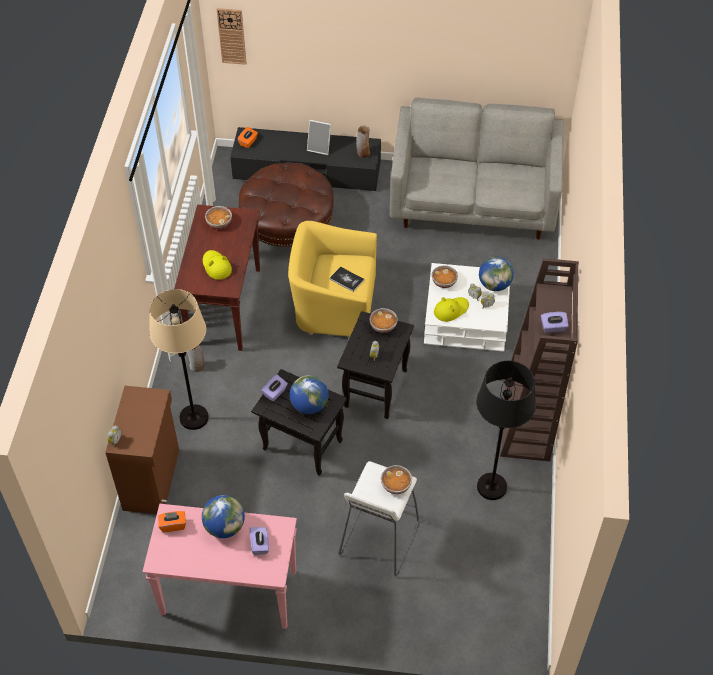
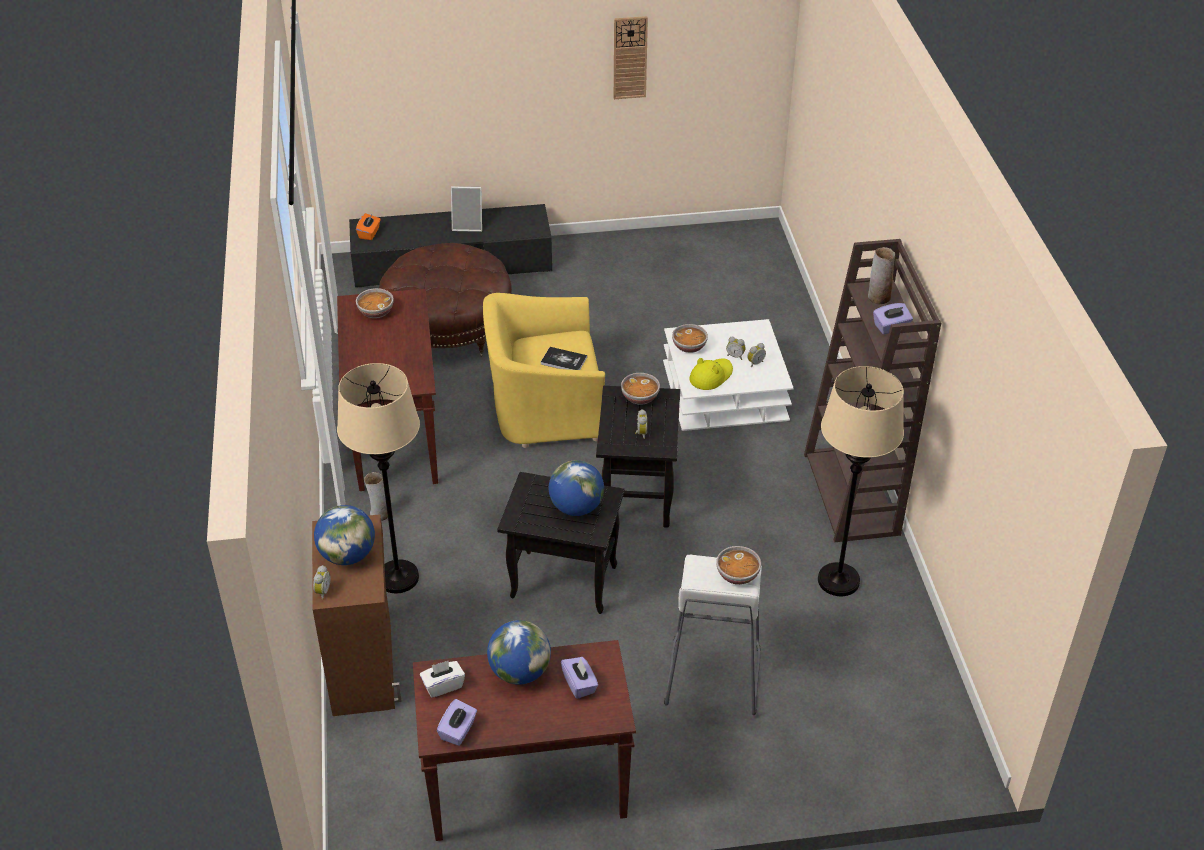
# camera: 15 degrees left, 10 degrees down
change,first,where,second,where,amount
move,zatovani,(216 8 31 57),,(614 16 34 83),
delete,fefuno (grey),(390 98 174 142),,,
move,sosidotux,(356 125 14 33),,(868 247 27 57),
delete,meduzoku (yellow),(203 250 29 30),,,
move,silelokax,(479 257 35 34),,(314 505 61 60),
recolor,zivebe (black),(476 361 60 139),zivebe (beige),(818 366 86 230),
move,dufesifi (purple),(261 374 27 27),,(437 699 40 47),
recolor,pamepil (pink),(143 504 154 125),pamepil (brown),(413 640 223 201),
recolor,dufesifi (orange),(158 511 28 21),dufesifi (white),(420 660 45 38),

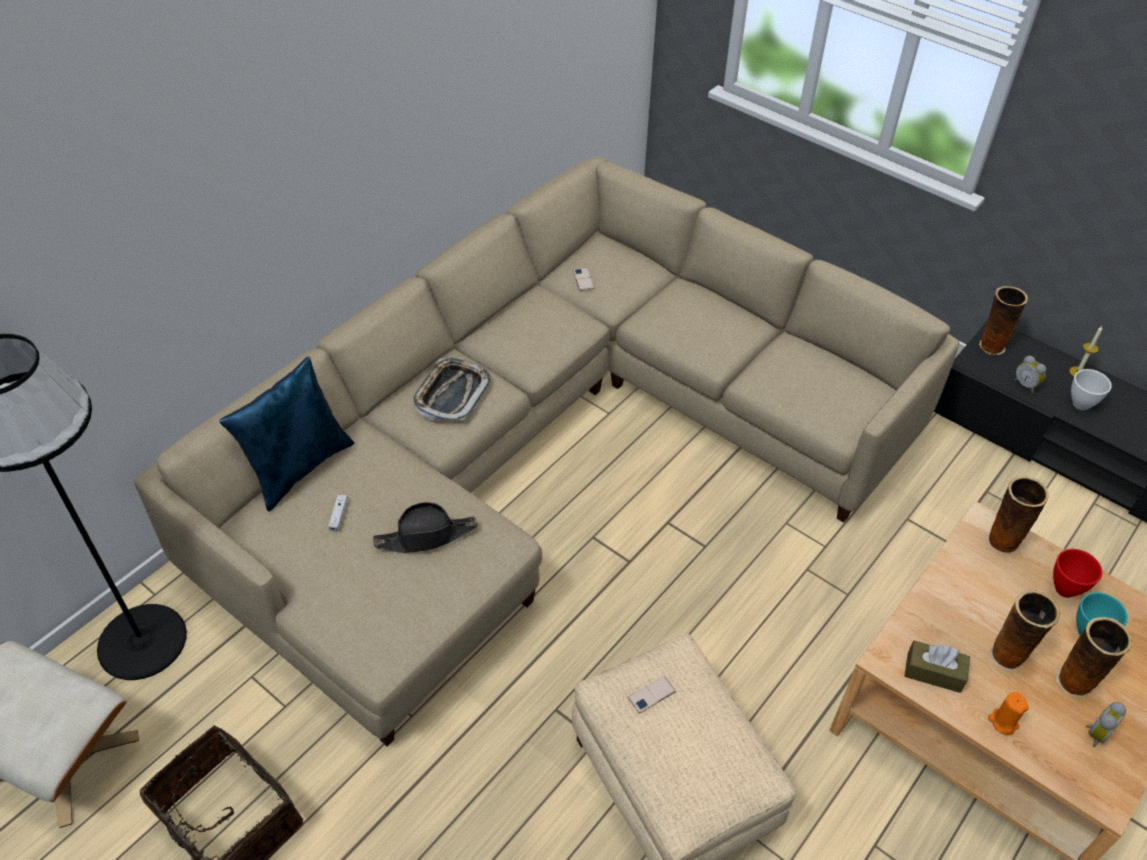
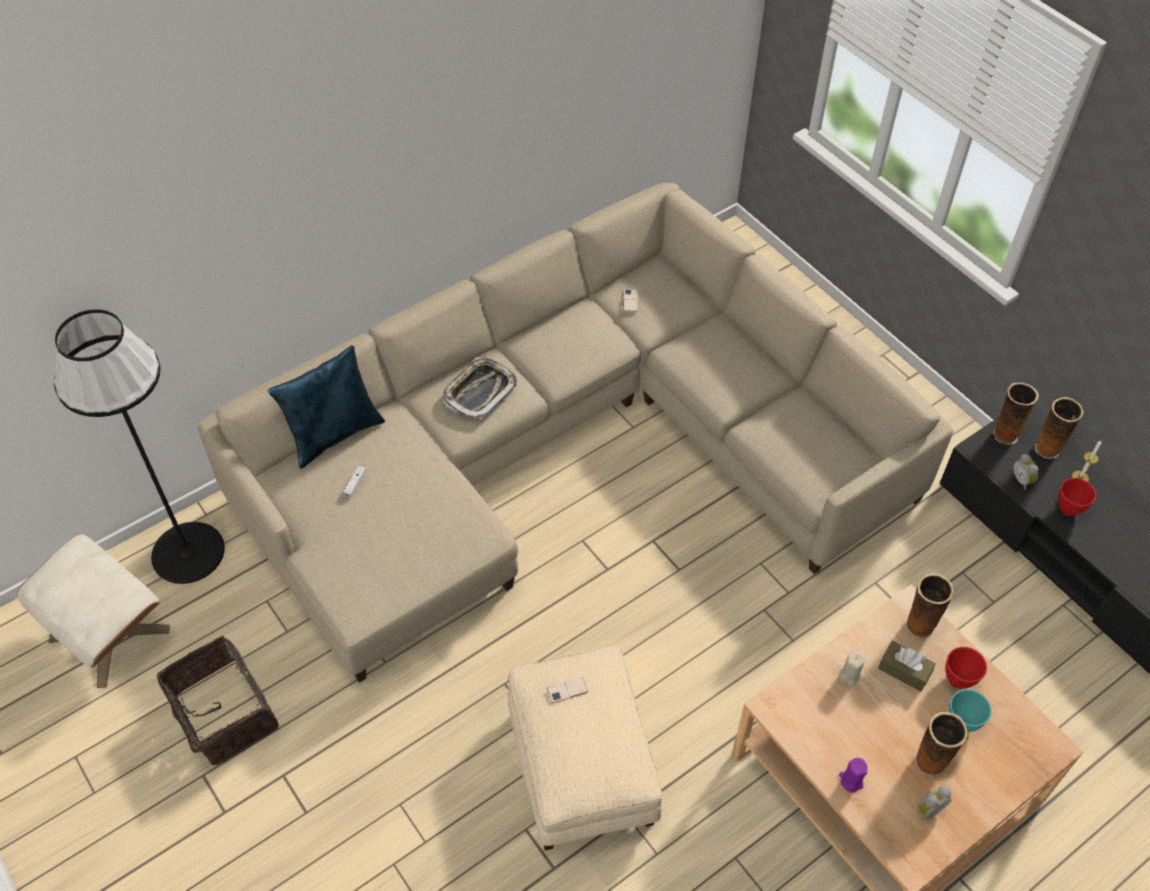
# camera: 15 degrees right, 5 degrees up
change,first,where,second,where,amount
recolor,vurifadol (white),(1071 369 41 41),vurifadol (red),(1058 478 38 38),
delete,meduzoku (black),(373 502 105 51),,,
move,sosidotux,(990 590 70 81),,(1034 397 50 62),
move,dufesifi (brown),(905 640 65 53),,(878 641 58 50),
recolor,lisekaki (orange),(988 692 41 43),lisekaki (purple),(839 758 28 35),
insert,,,lisekaki (beige),(839 651 26 34),

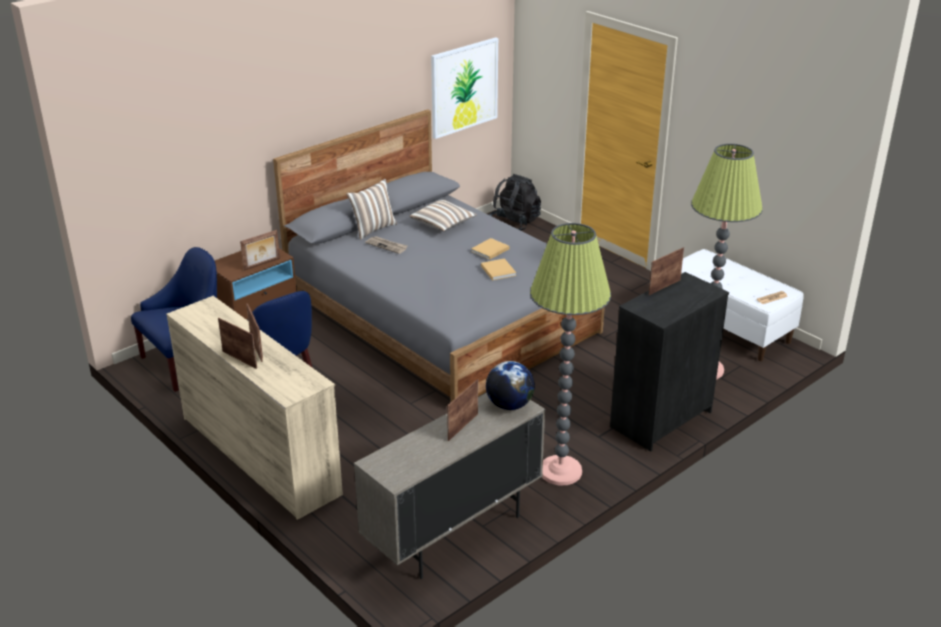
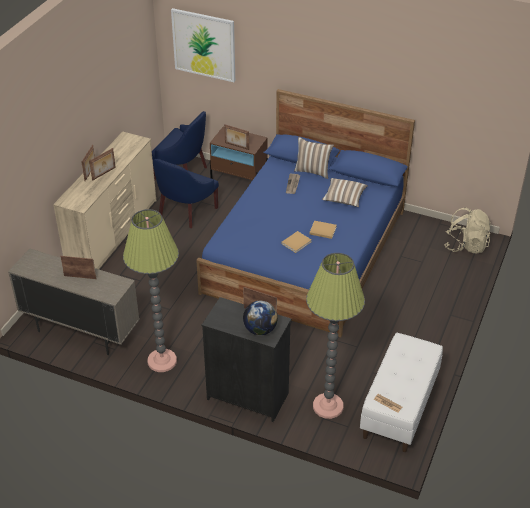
# camera: 65 degrees right, 10 degrees up
change,first,where,second,where,amount
move,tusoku,(431 37 67 102),,(171 8 64 74),
recolor,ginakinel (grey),(273 109 332 293),ginakinel (blue),(196 89 219 249),
recolor,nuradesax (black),(489 174 52 57),nuradesax (beige),(444 207 47 47),
move,silelokax,(486 361 49 49),,(243 301 35 34),

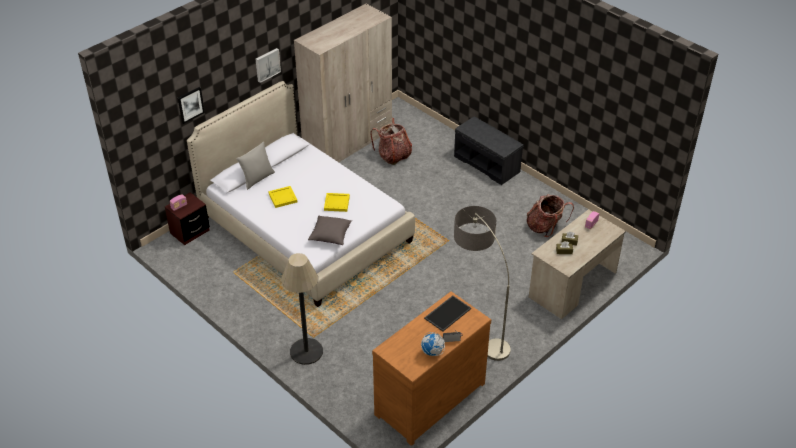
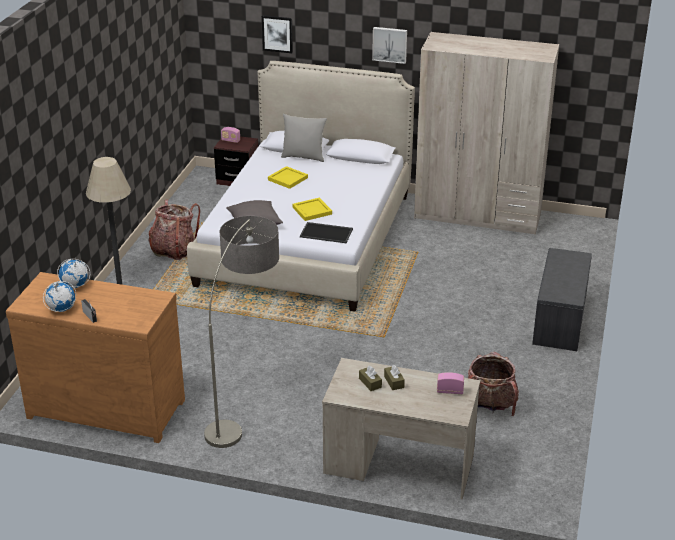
# camera: 60 degrees right, 10 degrees down
change,first,where,second,where,amount
move,nuradesax,(371 118 41 47),,(148 200 52 60),
move,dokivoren,(424 295 47 37),,(300 222 53 21),
insert,,,silelokax,(57 259 33 30),

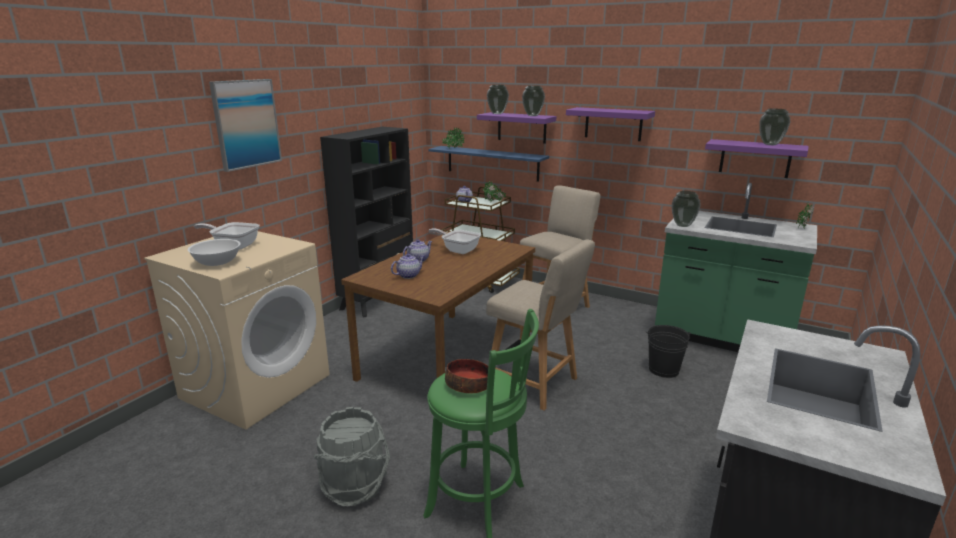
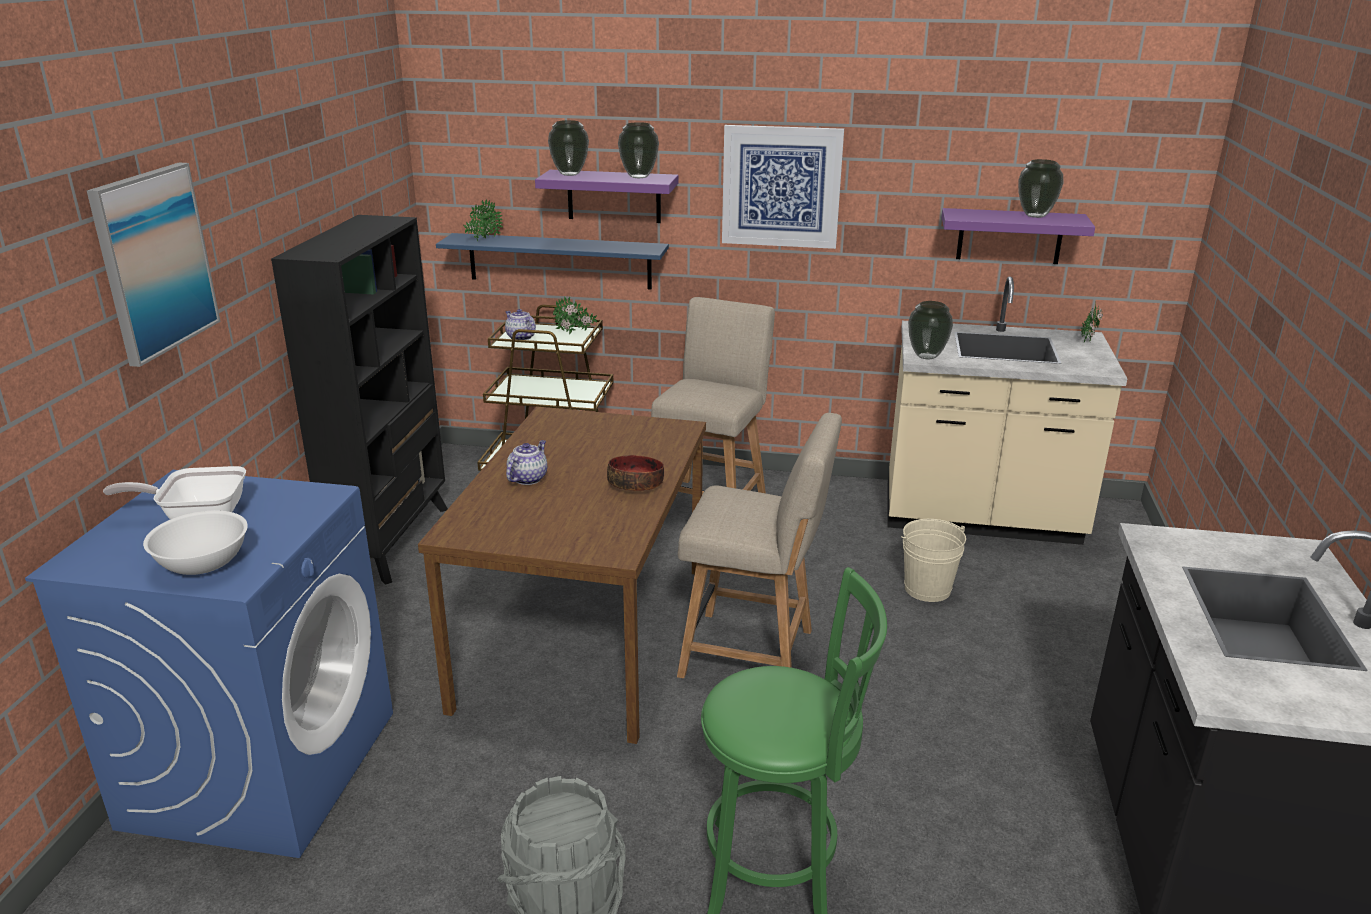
# camera: 20 degrees left, 5 degrees up
change,first,where,second,where,amount
replace,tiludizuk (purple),(566 107 89 34),tusoku,(722 125 122 124),
recolor,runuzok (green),(655 183 162 169),runuzok (beige),(888 276 240 269),
delete,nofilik,(428 228 53 26),,,
recolor,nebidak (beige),(144 231 186 199),nebidak (blue),(25 470 368 388),
delete,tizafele,(391 254 33 25),,,
recolor,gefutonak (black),(646 325 45 53),gefutonak (beige),(901 519 65 83),
move,vurifadol,(445 359 43 34),,(607 455 57 36),

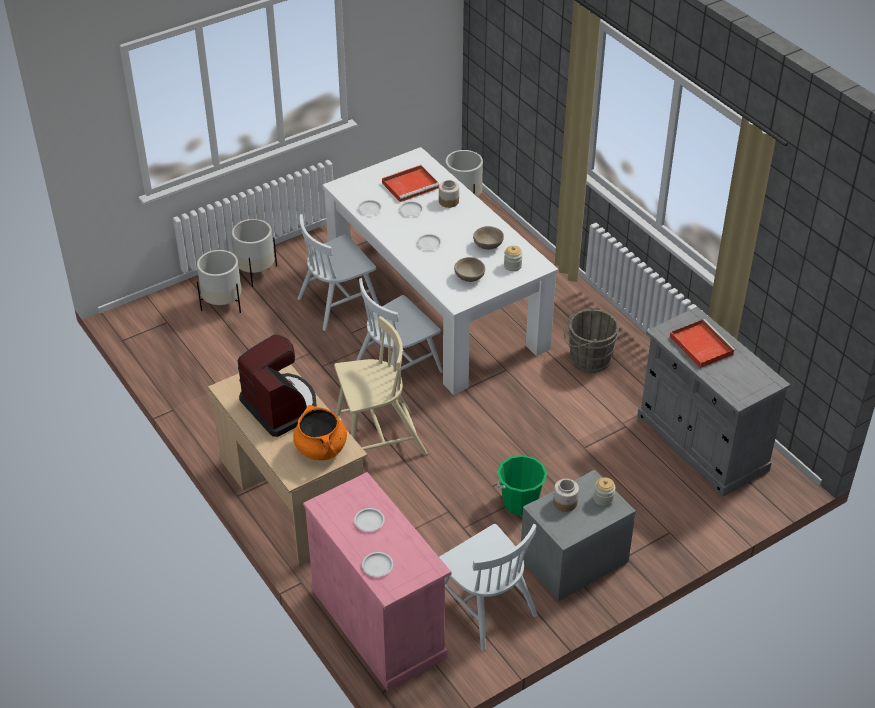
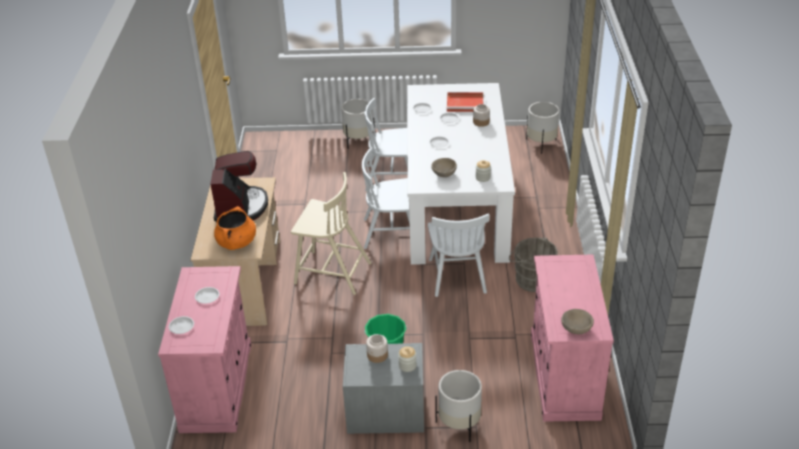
# camera: 35 degrees right, 5 degrees down
change,first,where,second,where,amount
move,vurifadol (beige),(473 226 31 24),,(561 309 33 25),
move,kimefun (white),(197 250 45 63),,(435 370 47 72),
recolor,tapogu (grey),(637 307 154 190),tapogu (pink),(531 255 83 167),
delete,dokivoren (red),(670 319 66 49),,,
move,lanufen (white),(439 524 99 127),,(428 213 62 84),

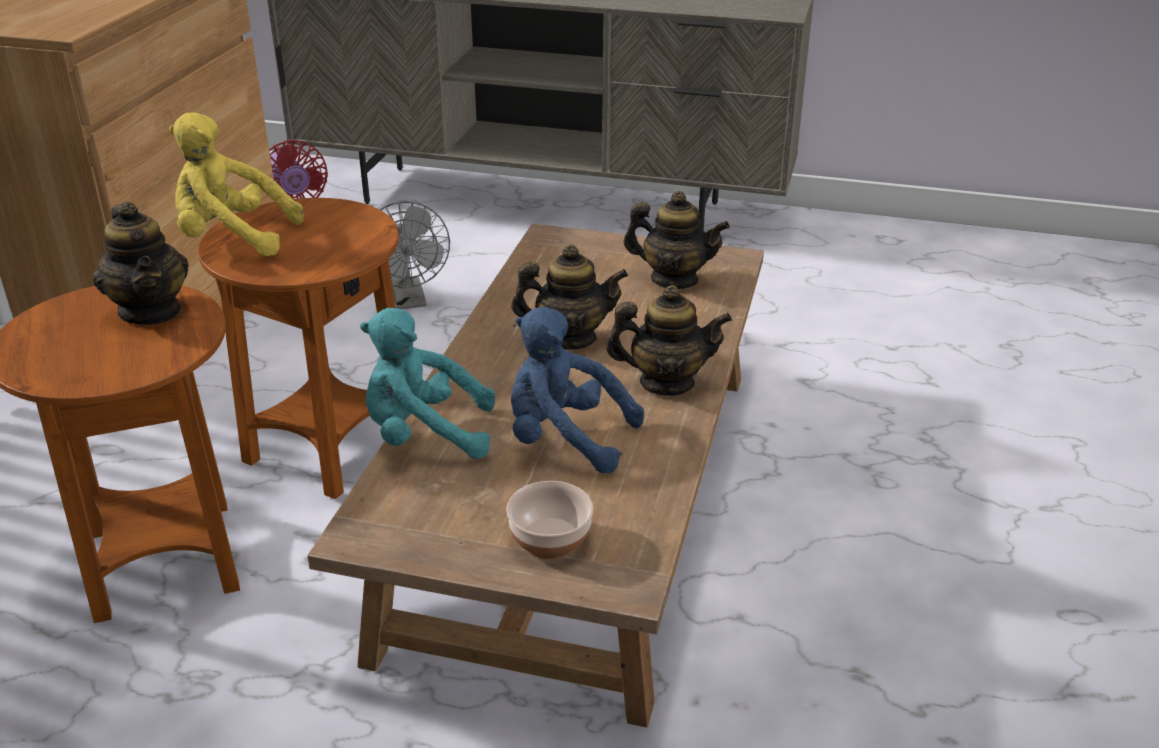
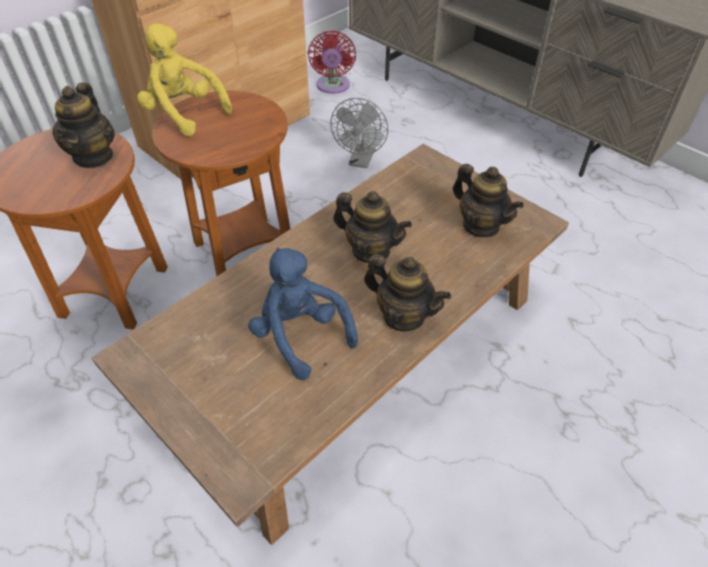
# camera: 30 degrees right, 15 degrees up
change,first,where,second,where,amount
delete,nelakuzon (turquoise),(360 308 135 151),,,
delete,vurifadol,(506 481 87 78),,,

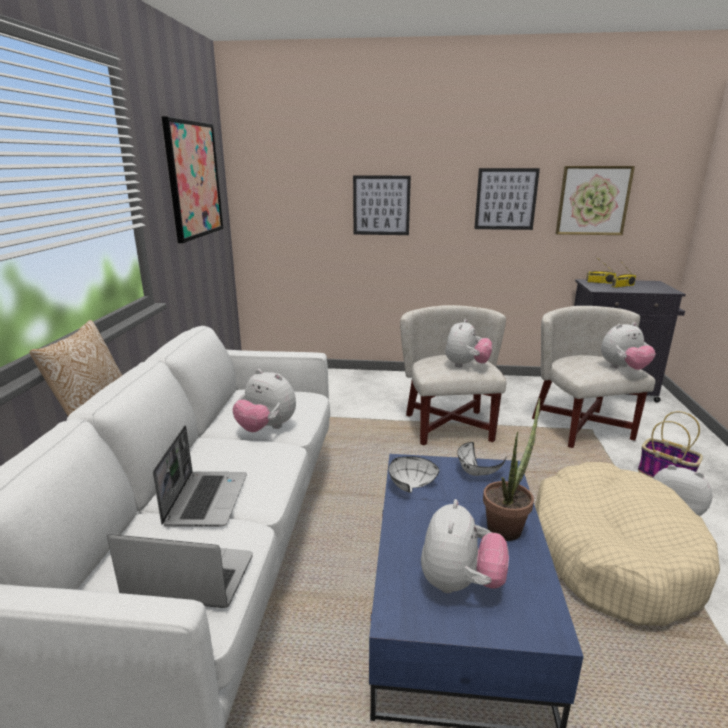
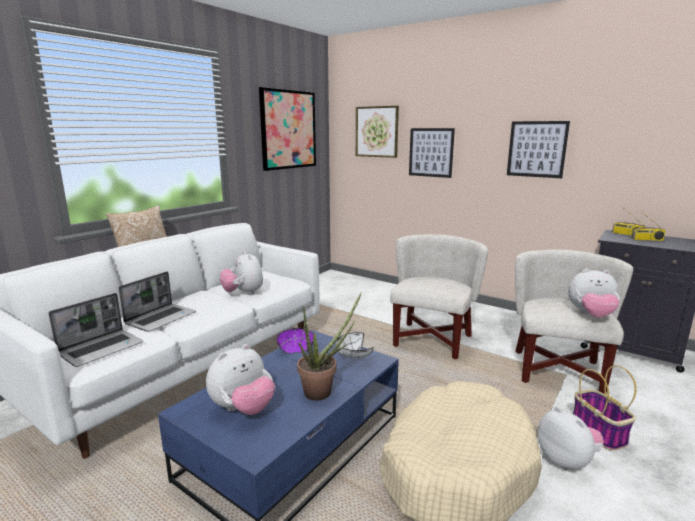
# camera: 30 degrees right, 5 degrees down
change,first,where,second,where,amount
move,tusoku,(556 166 79 69),,(356 106 43 52),
delete,nelakuzon,(445 319 48 49),,,
recolor,vurifadol (white),(388 456 51 37),vurifadol (purple),(276 328 38 25),
rotate,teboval,(107 534 146 74),,(48 293 95 74),90 degrees clockwise

